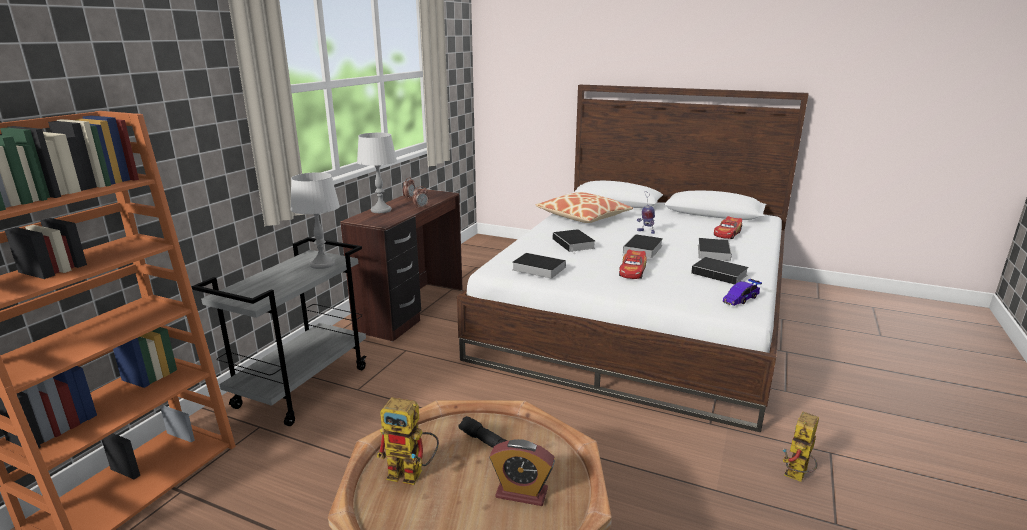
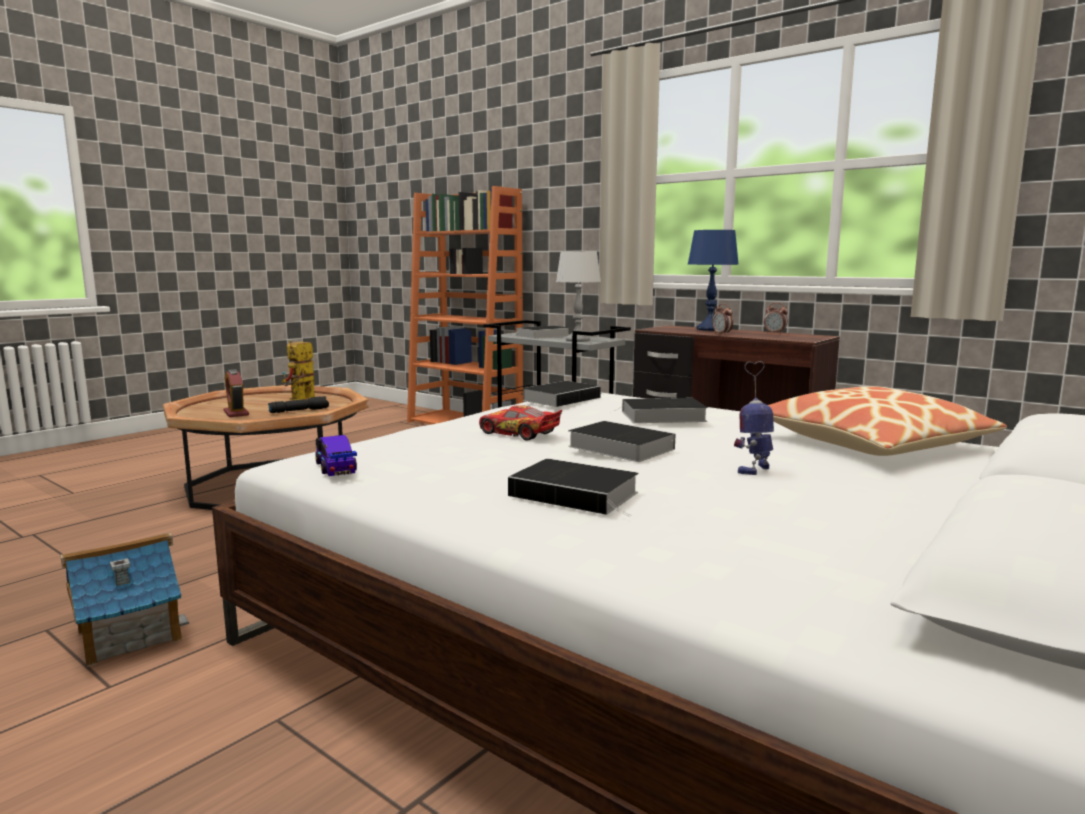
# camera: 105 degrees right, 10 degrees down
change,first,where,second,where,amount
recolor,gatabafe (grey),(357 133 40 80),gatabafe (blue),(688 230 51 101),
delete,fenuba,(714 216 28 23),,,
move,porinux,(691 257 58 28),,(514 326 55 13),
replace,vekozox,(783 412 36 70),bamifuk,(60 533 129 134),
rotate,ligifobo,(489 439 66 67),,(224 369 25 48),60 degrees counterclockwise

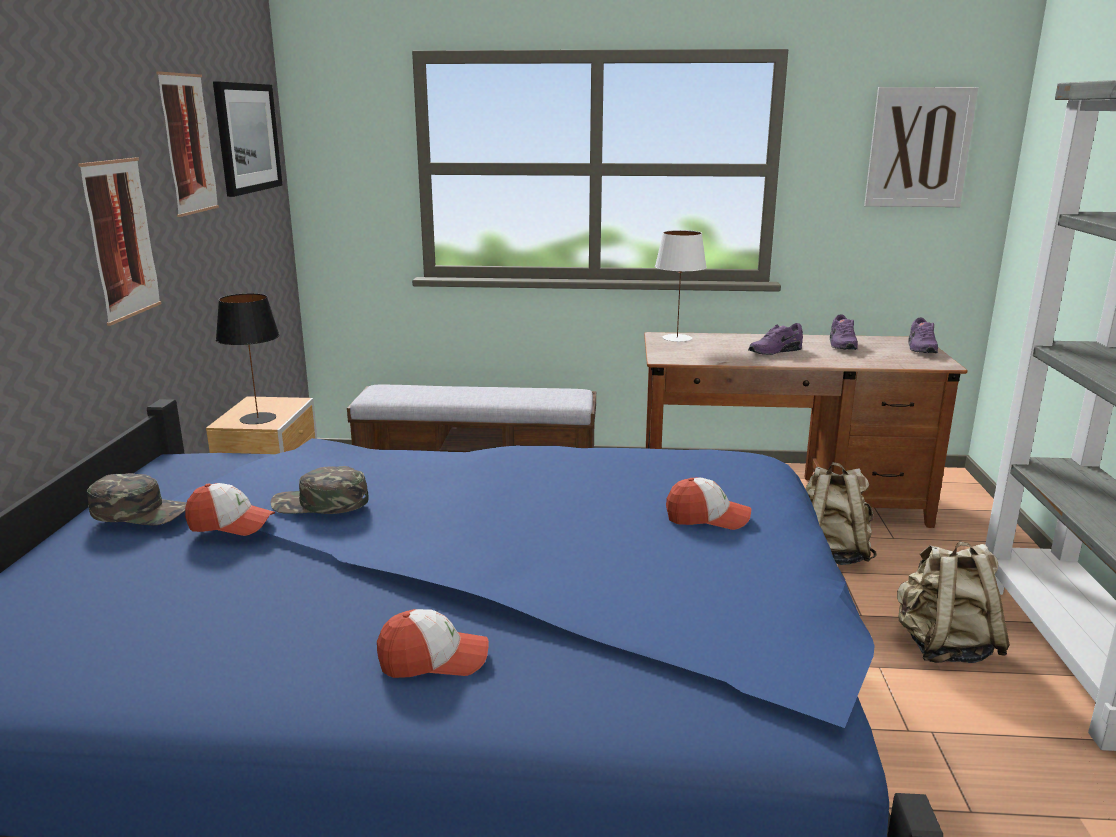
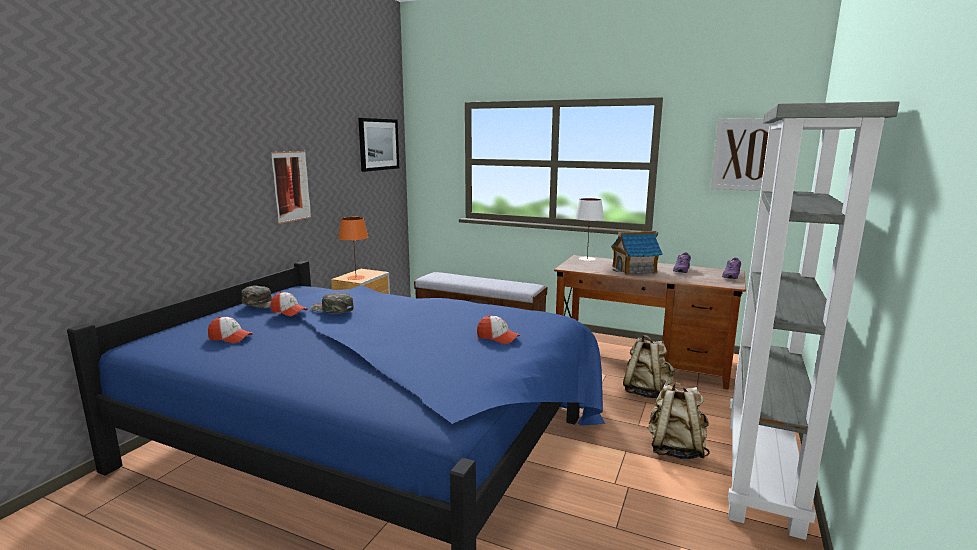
# camera: 20 degrees right, 5 degrees down
change,first,where,second,where,amount
delete,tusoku,(156 71 63 146),,,
recolor,gatabafe (black),(216 293 64 131),gatabafe (orange),(339 217 29 63),
replace,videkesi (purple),(748 323 55 32),bamifuk,(611 231 52 44),
move,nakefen,(377 609 112 69),,(208 316 45 27),

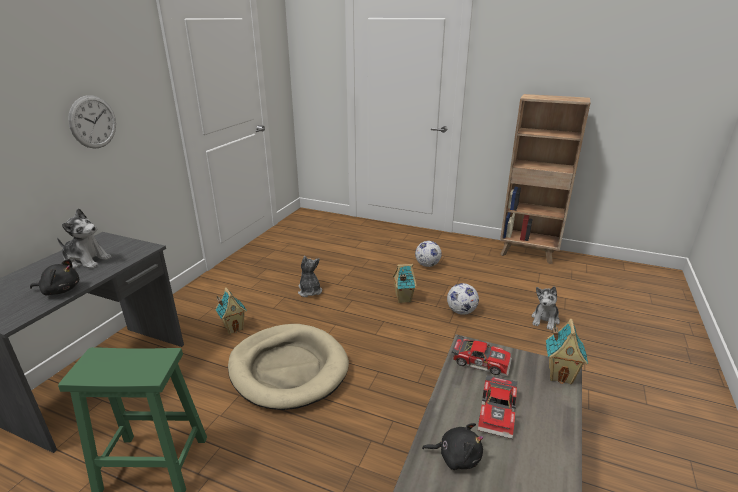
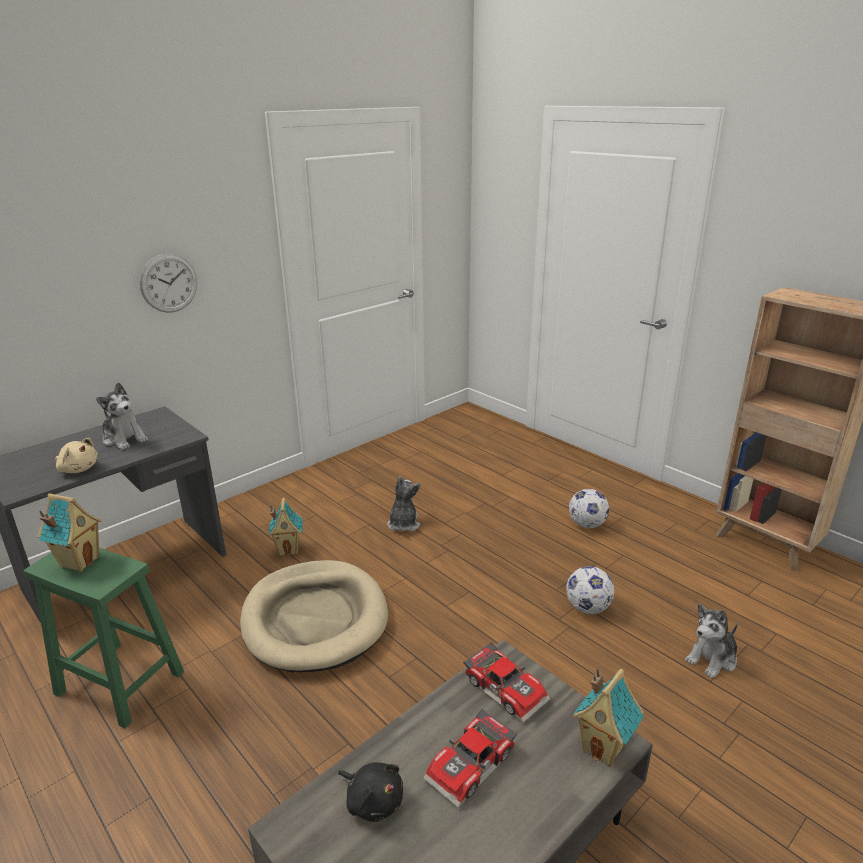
# camera: 25 degrees right, 0 degrees up
change,first,where,second,where,amount
recolor,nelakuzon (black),(30 259 49 37),nelakuzon (beige),(55 438 43 35),
move,bamifuk,(393 264 24 39),,(37 493 65 79),

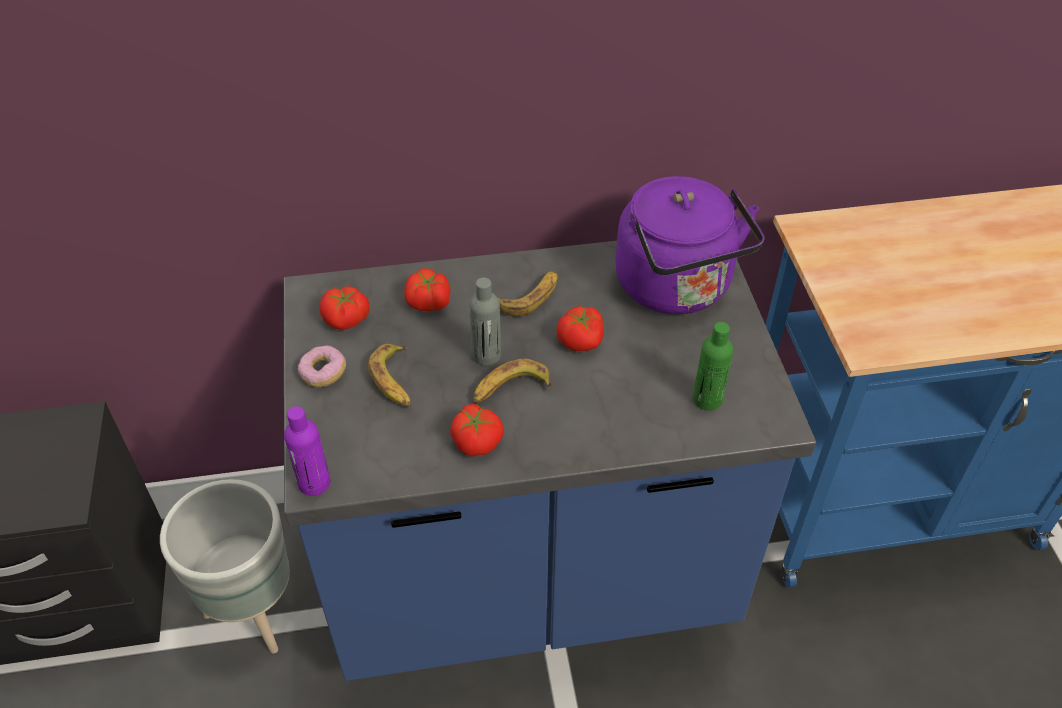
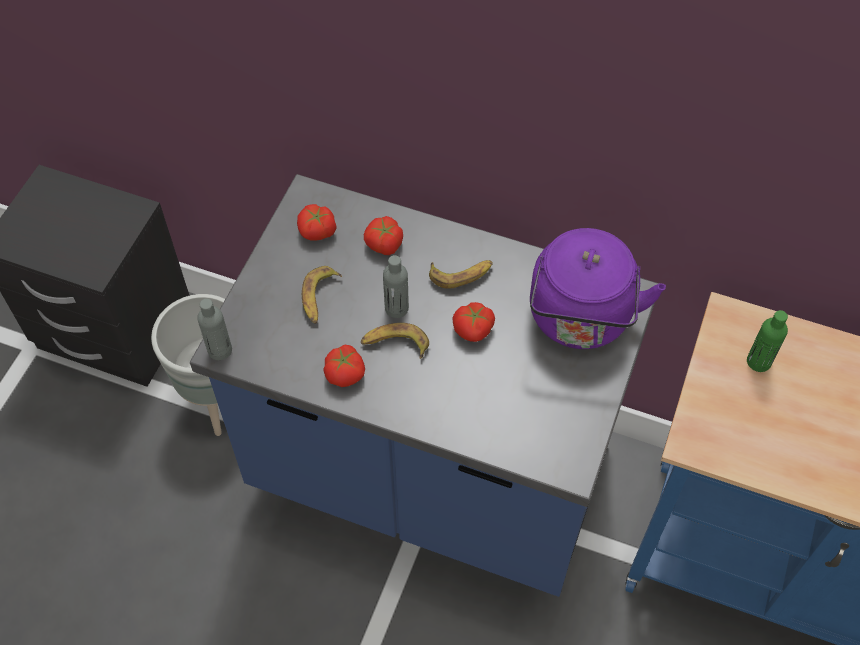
# camera: 30 degrees right, 10 degrees up
change,first,where,second,where,amount
move,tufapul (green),(693 322 41 88),,(747 310 41 62),
delete,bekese,(298 345 48 42),,,
recolor,tufapul (purple),(284 406 46 90),tufapul (grey),(197 299 35 61),

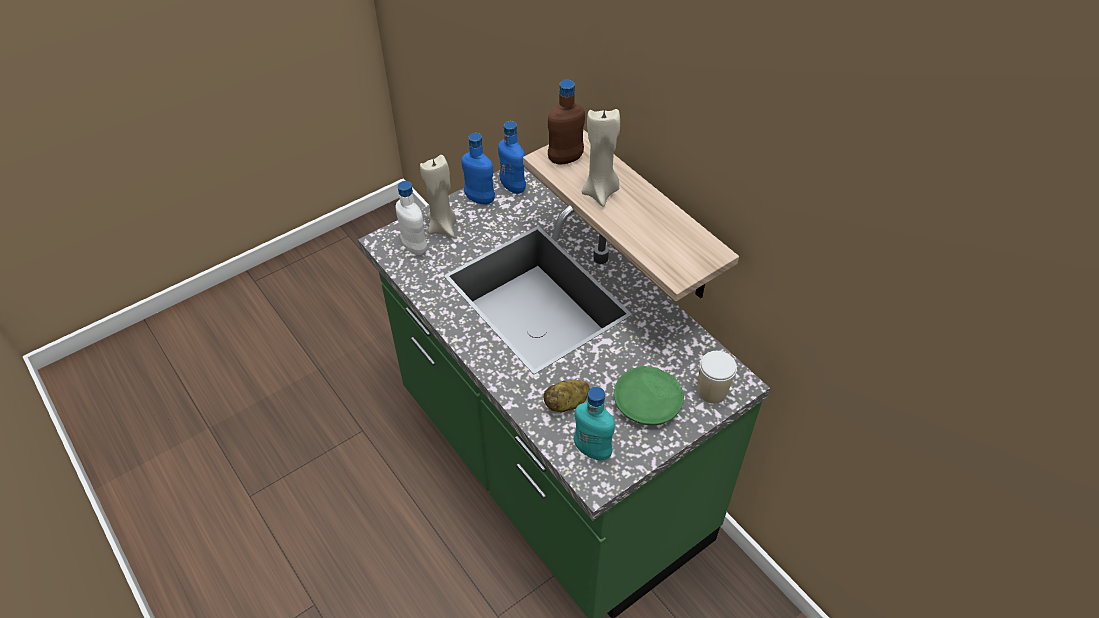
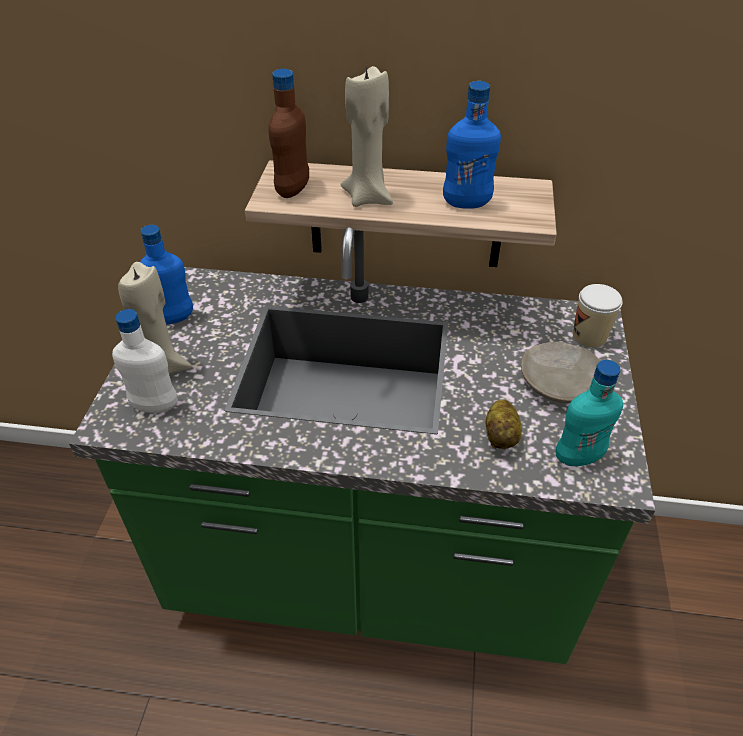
# camera: 45 degrees left, 5 degrees down
change,first,where,second,where,amount
move,tufapul (blue),(498 121 28 73),,(443 81 58 128),
recolor,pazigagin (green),(614 366 70 59),pazigagin (beige),(521 342 79 61),

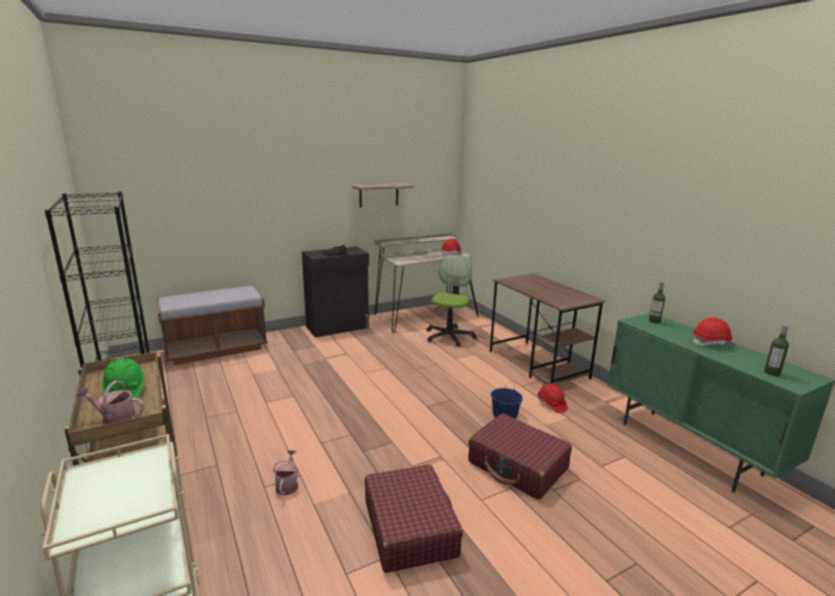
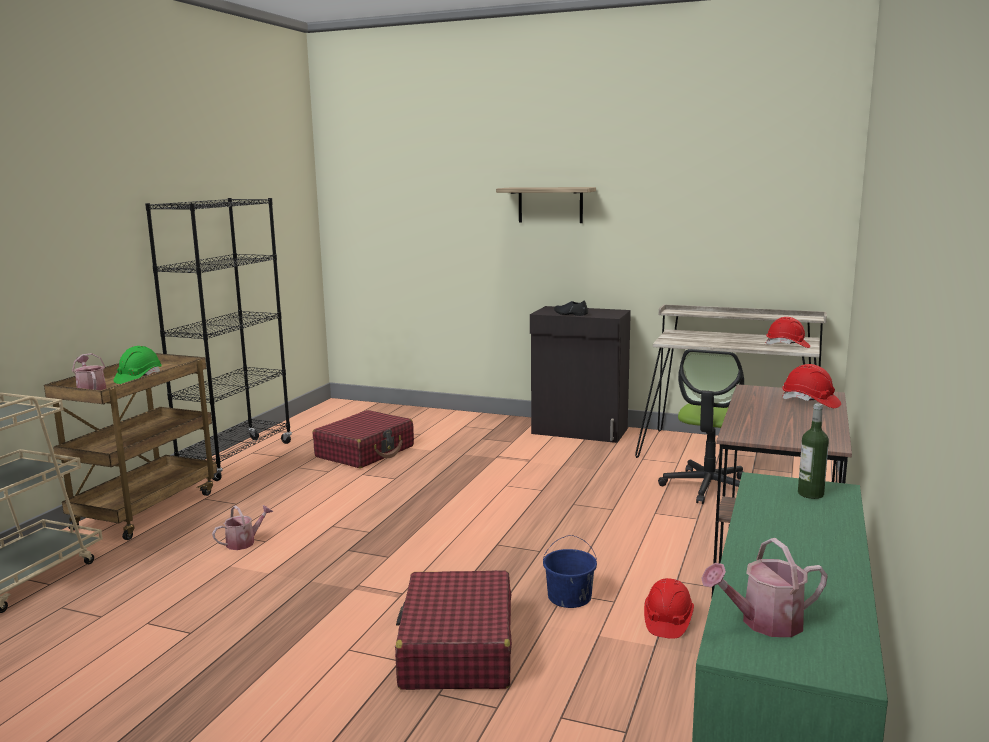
# camera: 50 degrees right, 5 degrees down
change,first,where,second,where,amount
move,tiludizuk,(352 183 62 25),,(496 187 100 36),
rotate,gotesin,(426 254 51 93),,(658 349 86 155),135 degrees clockwise
delete,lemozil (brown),(156 286 112 79),,,
move,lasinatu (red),(693 318 41 28),,(782 364 59 44),
replace,tufapul,(764 324 25 52),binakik,(701 538 127 99),
move,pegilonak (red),(365 464 98 109),,(313 410 101 58),

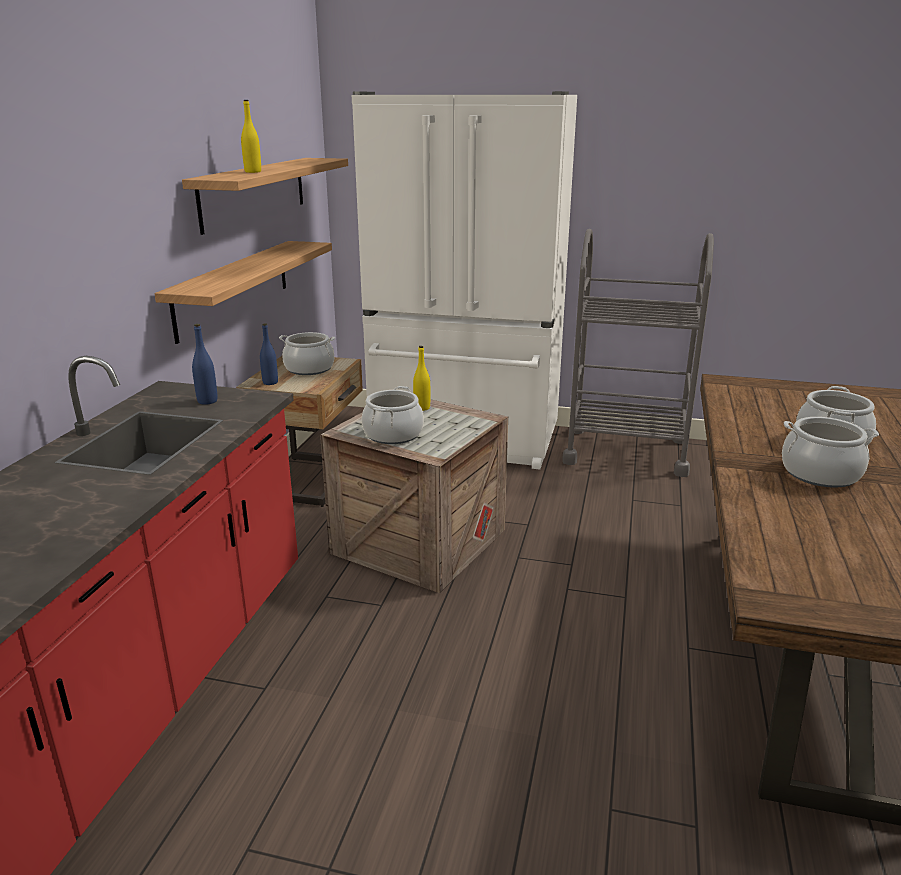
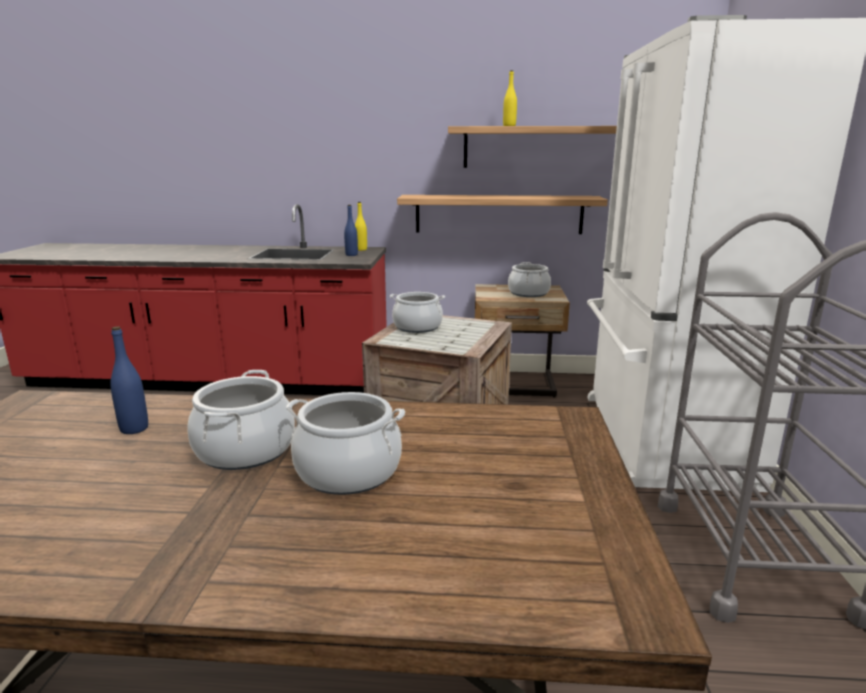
# camera: 80 degrees right, 5 degrees down
change,first,where,second,where,amount
move,tufapul (blue),(260 323 18 62),,(110 327 38 107),
move,tufapul (yellow),(413 346 17 65),,(355 202 12 49),

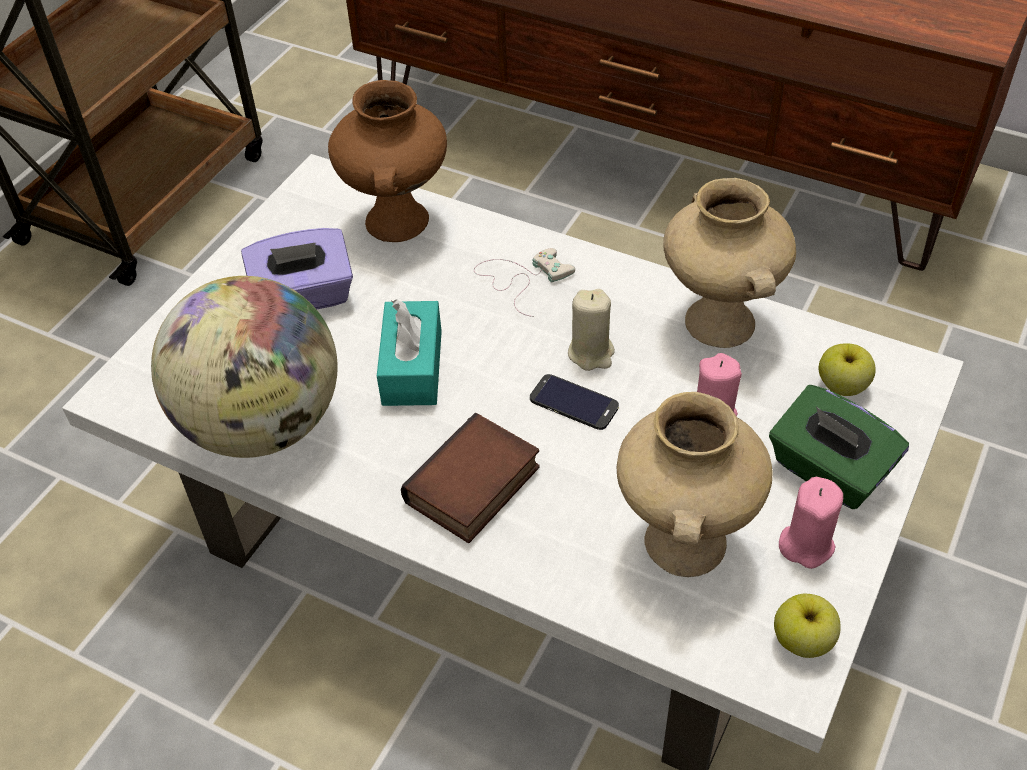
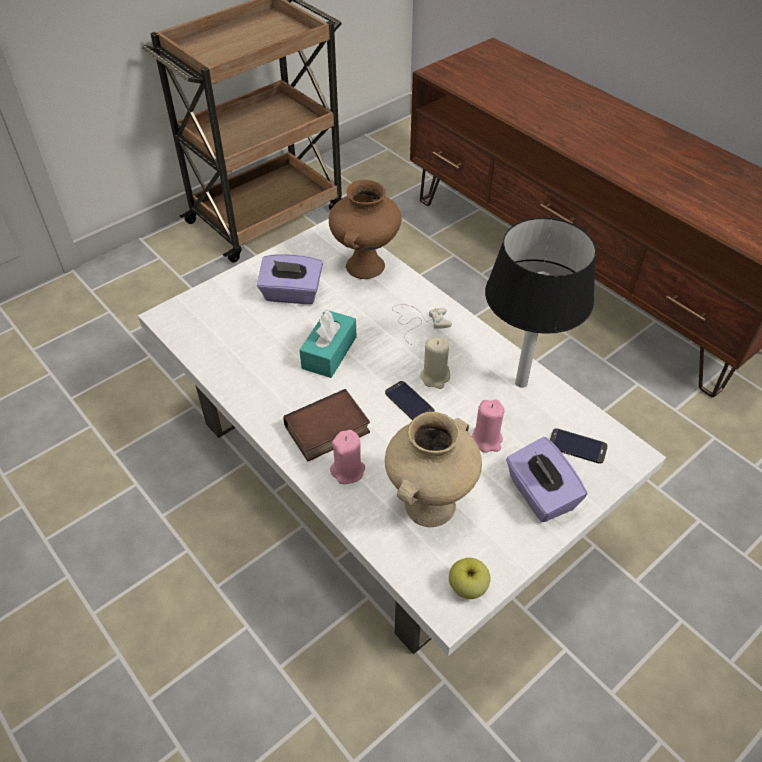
# camera: 20 degrees right, 0 degrees up
change,first,where,second,where,amount
replace,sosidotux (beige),(663 178 133 170),gatabafe (black),(485 217 111 171),
delete,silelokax,(151 276 187 182),,,
replace,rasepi,(818 343 58 53),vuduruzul,(550 429 58 35),
recolor,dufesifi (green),(769 385 140 124),dufesifi (purple),(506 437 81 85),
move,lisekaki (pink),(779 477 64 92),,(330 430 35 54),

